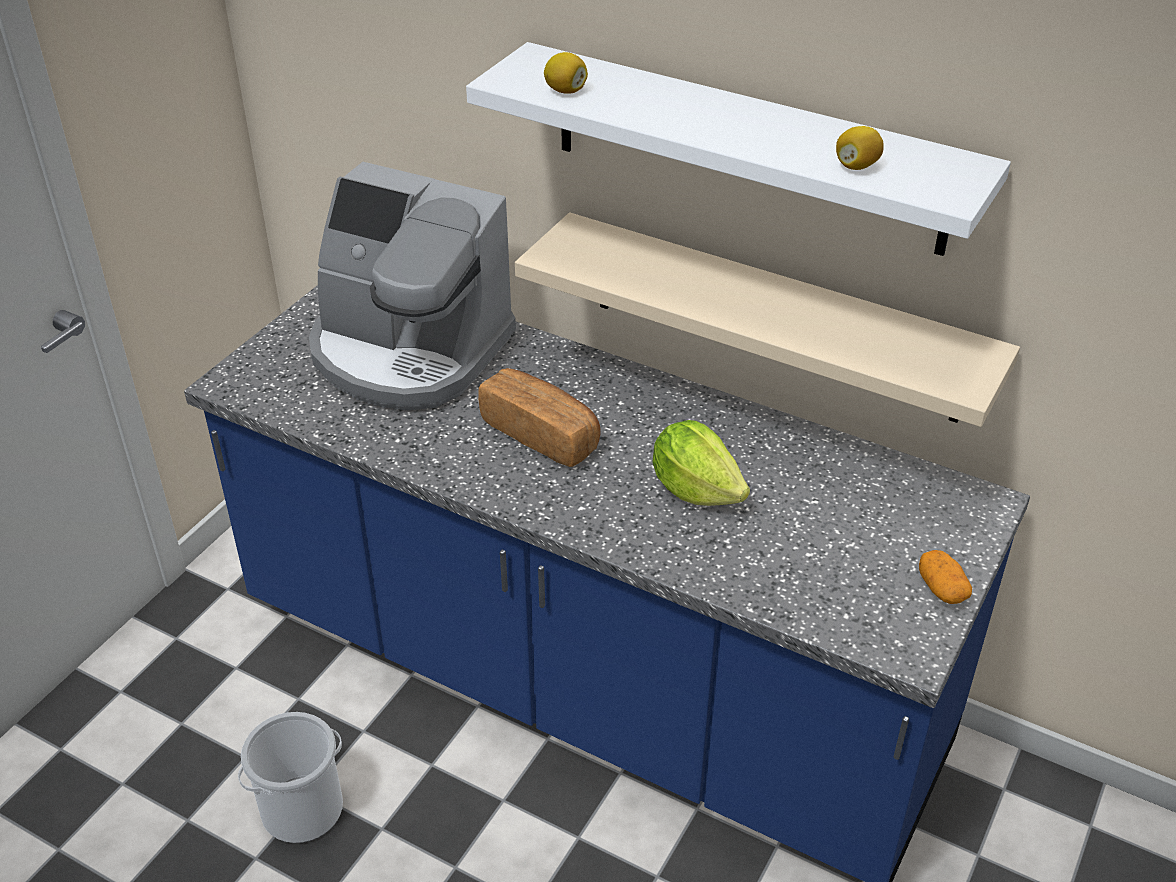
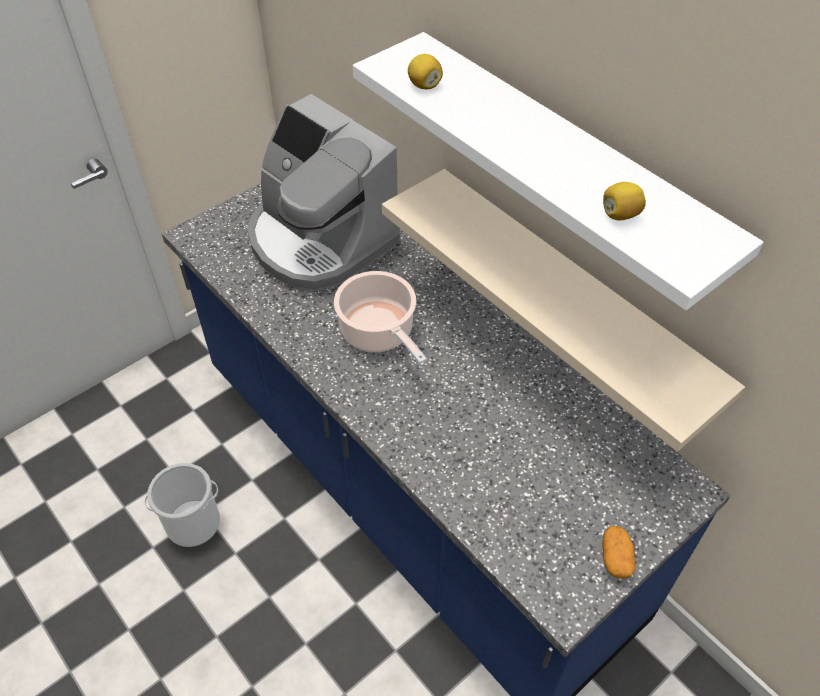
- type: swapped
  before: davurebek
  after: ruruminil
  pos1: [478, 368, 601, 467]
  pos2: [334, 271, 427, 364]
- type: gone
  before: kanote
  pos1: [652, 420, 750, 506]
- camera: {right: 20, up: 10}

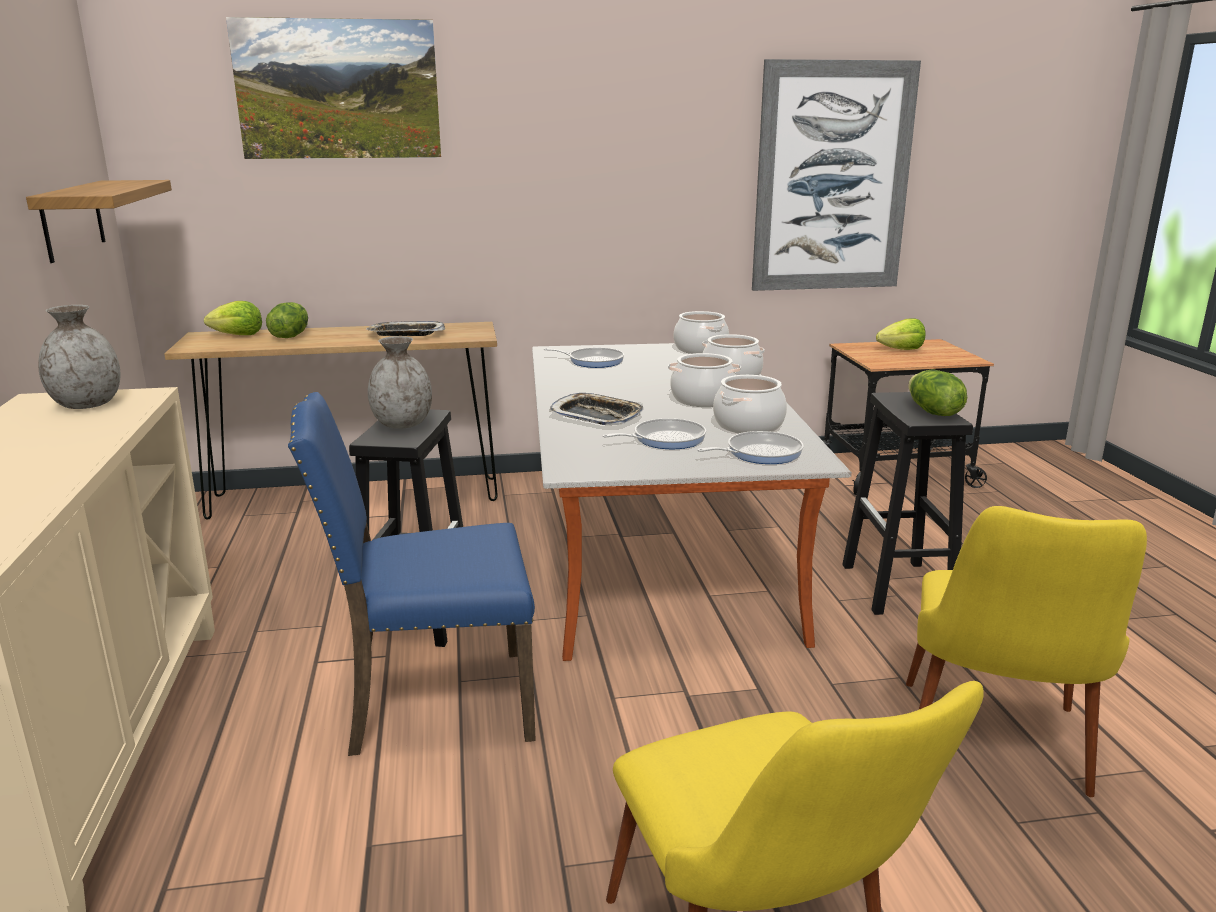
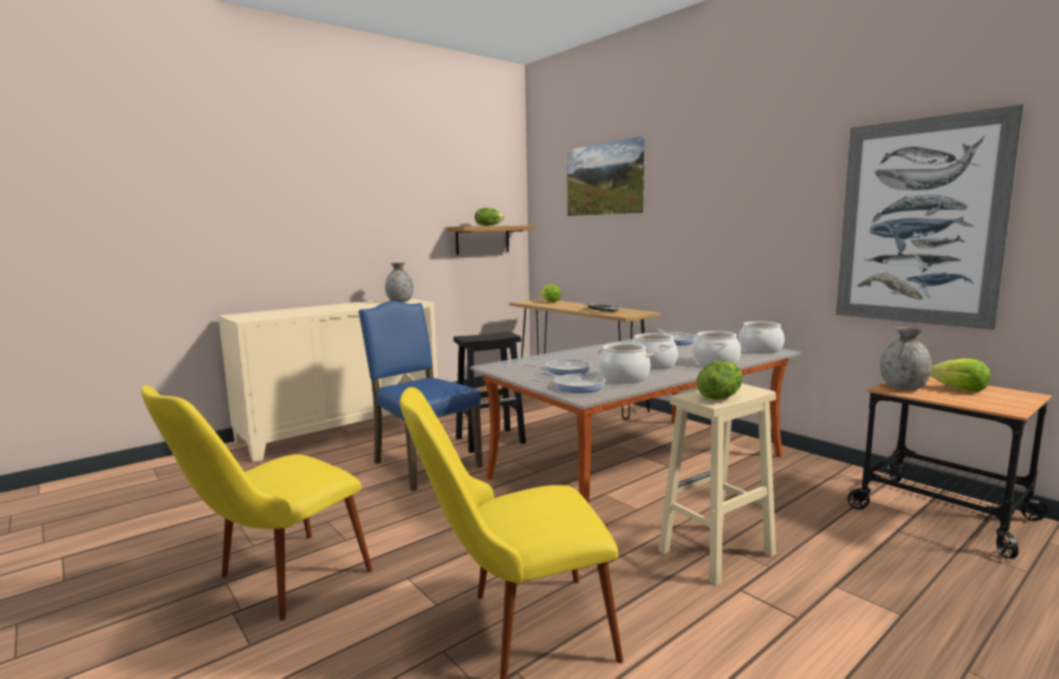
- type: shifted
  before: kanote
  pos1: [266, 302, 308, 338]
  pos2: [475, 208, 504, 226]
- type: shifted
  before: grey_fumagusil
  pos1: [368, 336, 432, 429]
  pos2: [880, 327, 932, 390]
- type: repainted
  before: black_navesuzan
  after: beige_navesuzan
  pos1: [842, 392, 973, 615]
  pos2: [658, 383, 776, 585]
- type: gone
  before: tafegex
  pos1: [549, 393, 643, 426]
- camera: {right: 60, up: -10}

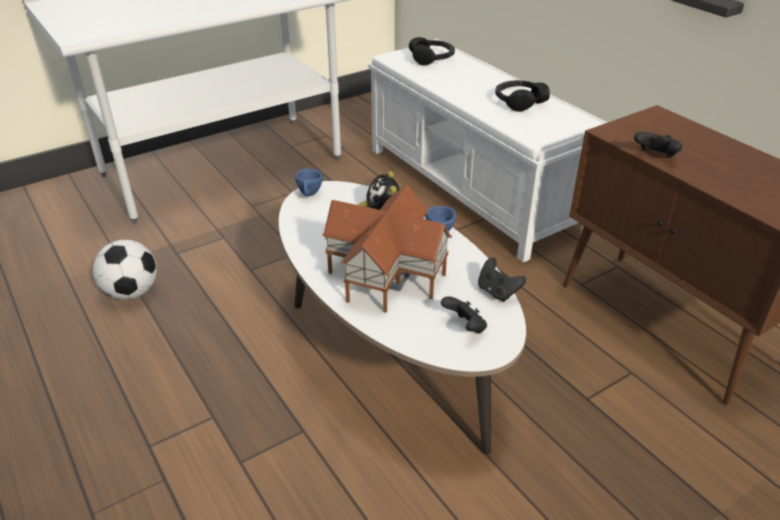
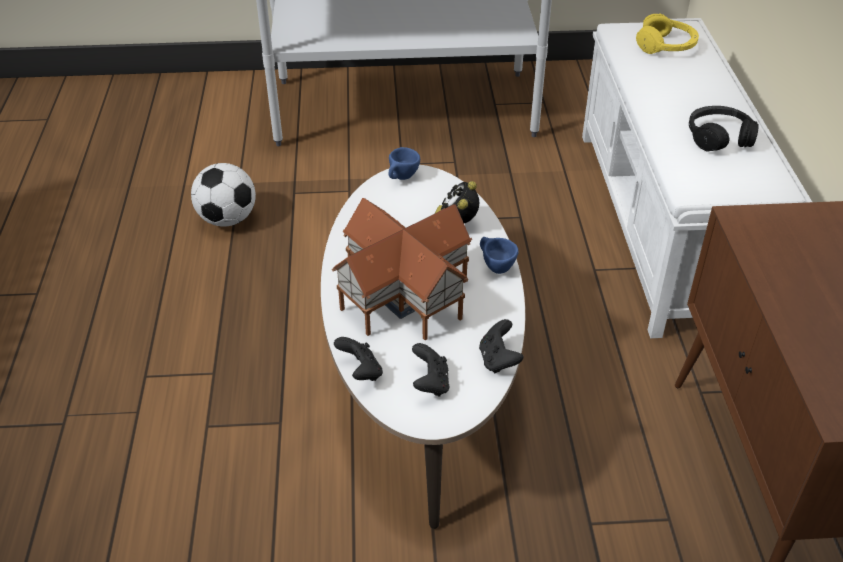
- type: repainted
  before: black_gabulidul
  after: yellow_gabulidul
  pos1: [409, 37, 455, 66]
  pos2: [636, 13, 699, 54]
- type: shifted
  before: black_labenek
  pos1: [634, 132, 682, 158]
  pos2: [334, 337, 383, 381]
- camera: {right: 30, up: 5}

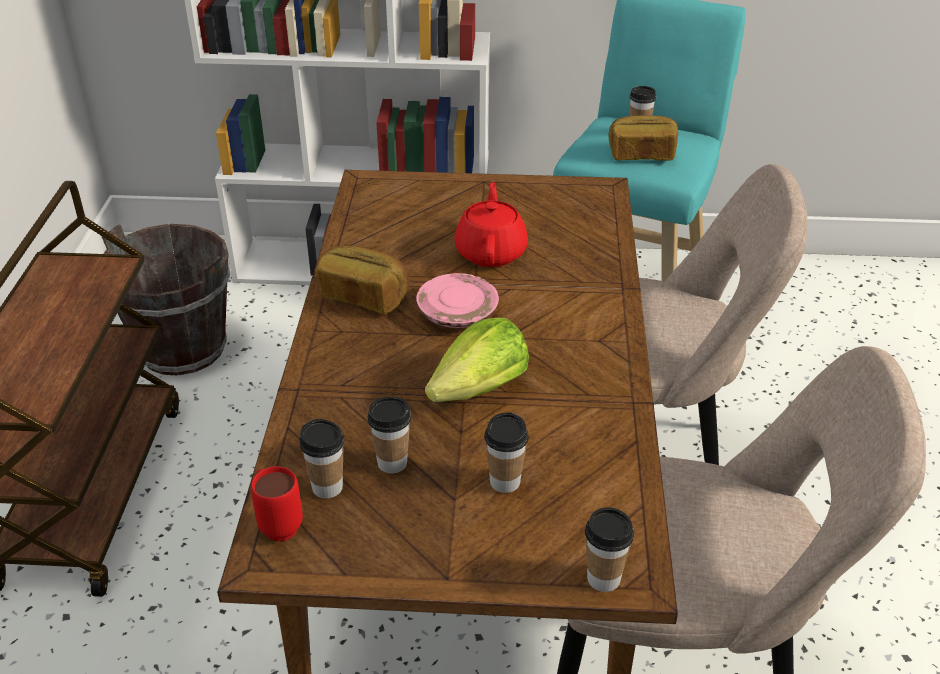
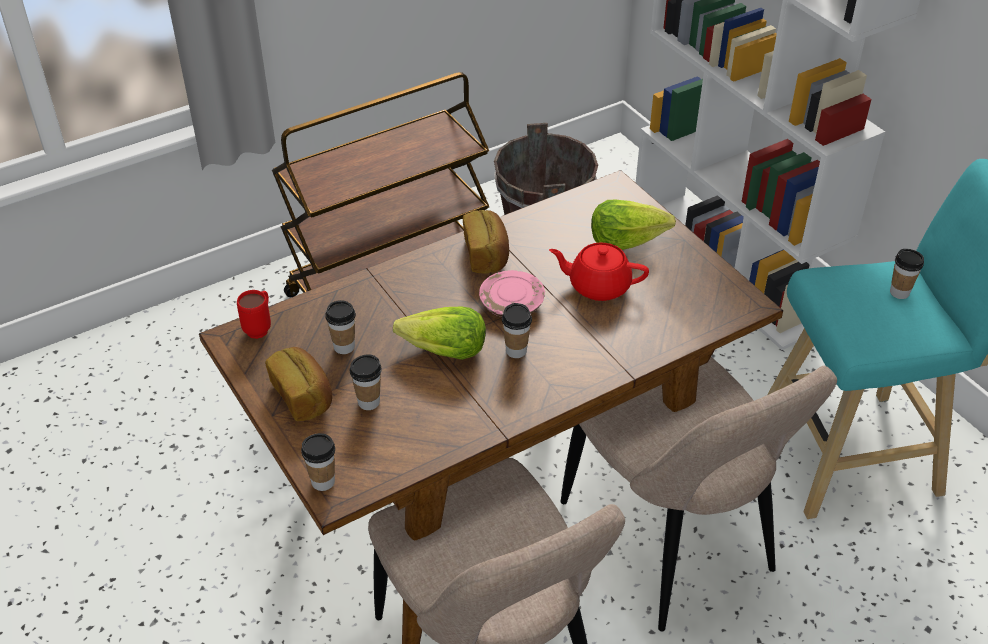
- type: shifted
  before: davurebek
  pos1: [608, 116, 678, 161]
  pos2: [265, 347, 332, 421]
- type: rotated
  before: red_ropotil
  pos1: [454, 182, 528, 267]
  pos2: [549, 242, 649, 301]
  turn: -135
- type: shifted
  before: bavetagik
  pos1: [299, 419, 344, 499]
  pos2: [502, 303, 532, 358]
- type: new
  after: kanote
  pos2: [591, 200, 676, 250]
- camera: {right: 55, up: 5}

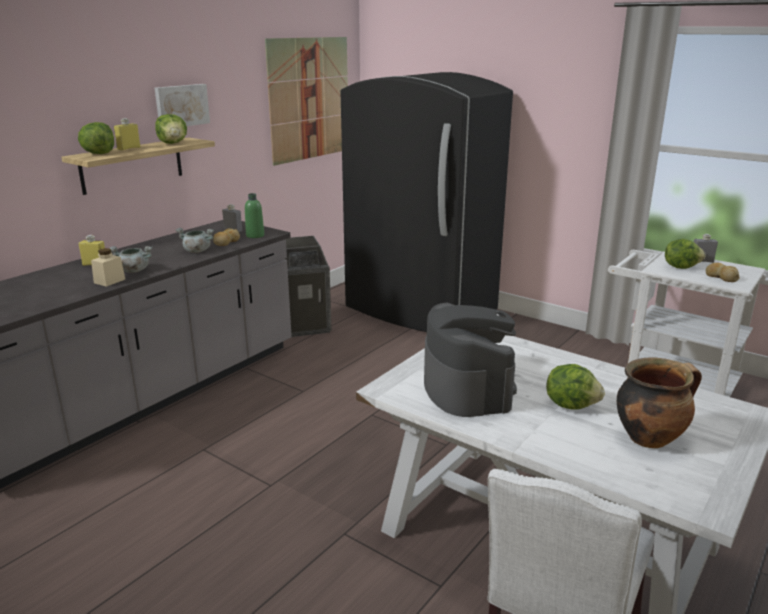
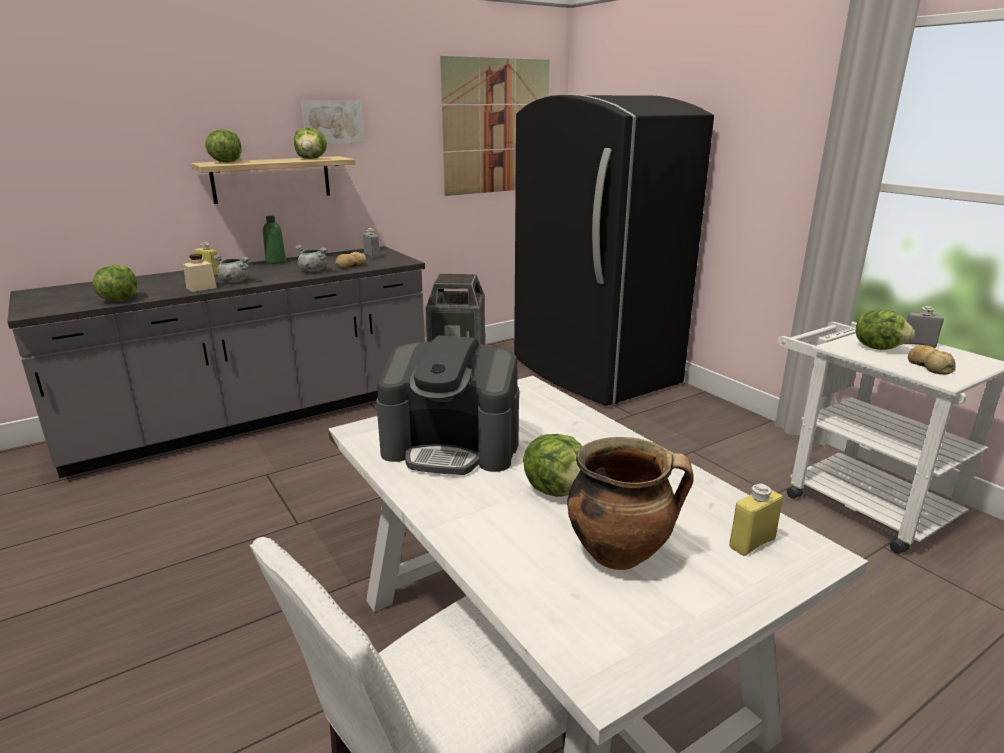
- type: shifted
  before: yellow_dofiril
  pos1: [114, 118, 140, 151]
  pos2: [729, 484, 783, 556]
- type: shifted
  before: green_dofiril
  pos1: [245, 193, 264, 238]
  pos2: [263, 216, 286, 264]
- type: rotated
  before: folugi
  pos1: [424, 303, 517, 417]
  pos2: [376, 335, 519, 475]
  turn: 90
- type: new
  after: kanote
  pos2: [93, 265, 137, 301]
- camera: {right: 20, up: 0}

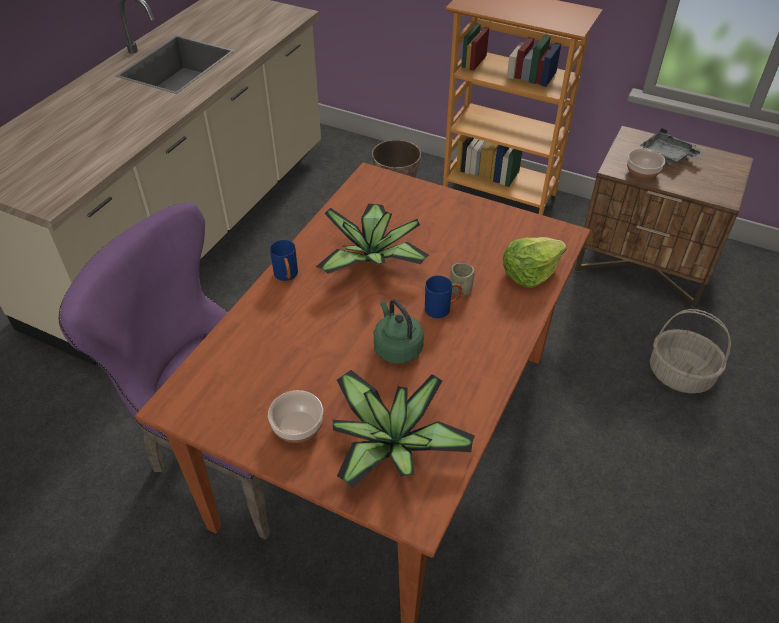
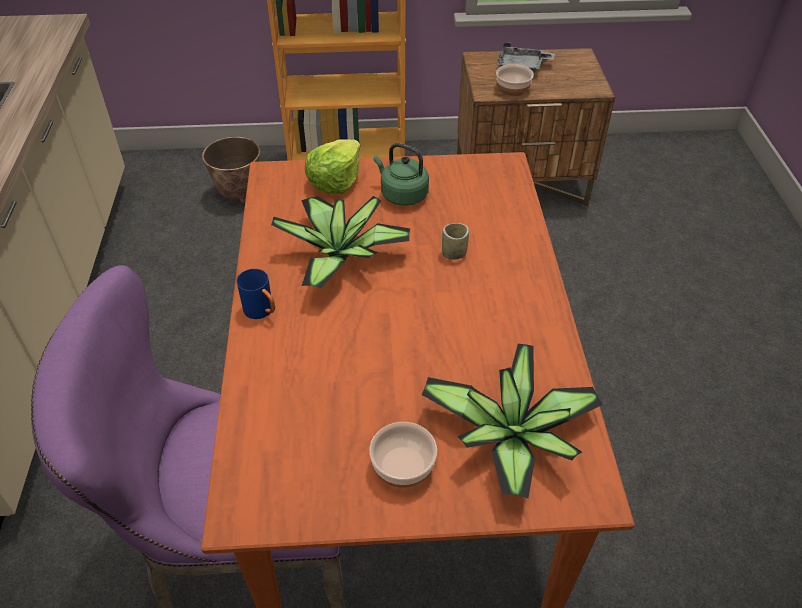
- type: shifted
  before: kanote
  pos1: [503, 237, 567, 288]
  pos2: [305, 139, 361, 194]
- type: gone
  before: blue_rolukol
  pos1: [425, 275, 462, 318]
- type: shifted
  before: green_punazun
  pos1: [374, 299, 424, 364]
  pos2: [374, 143, 429, 206]
- type: gone
  before: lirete
  pos1: [650, 309, 731, 394]
- camera: {right: -30, up: 0}

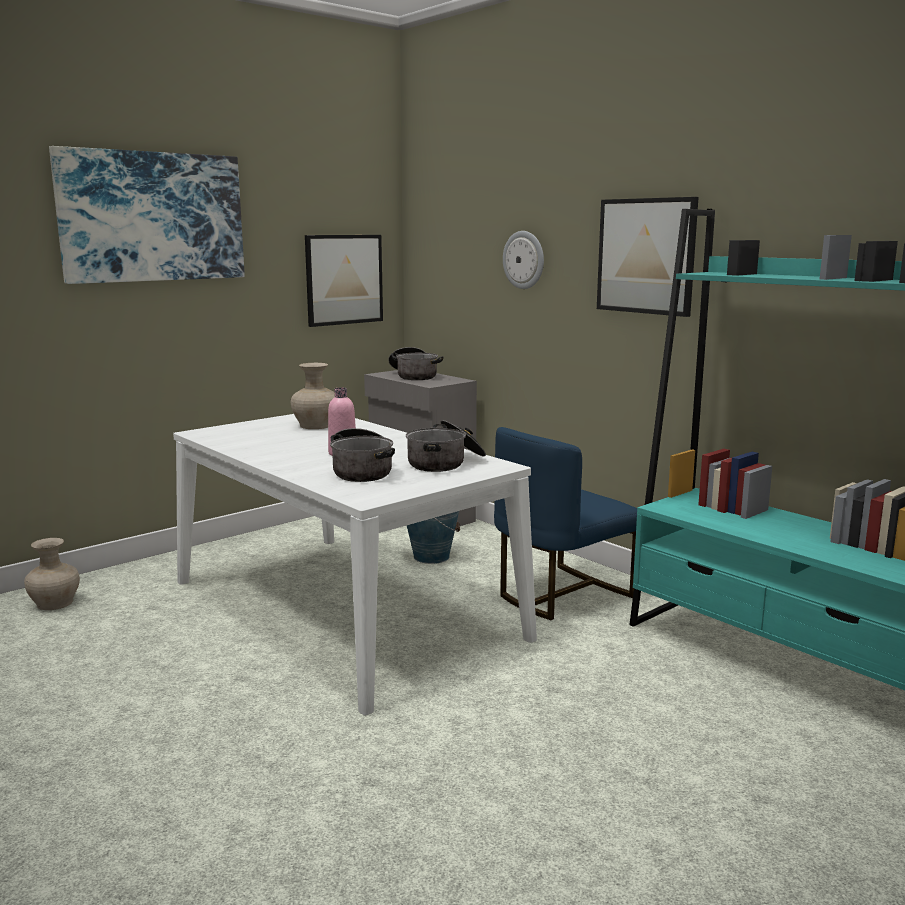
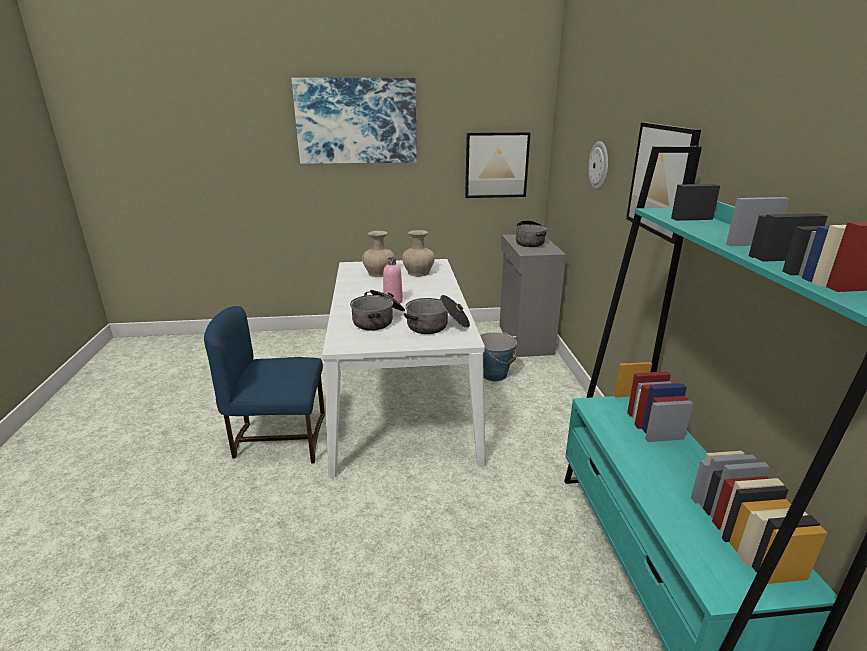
- type: shifted
  before: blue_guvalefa
  pos1: [494, 427, 637, 620]
  pos2: [204, 306, 325, 464]
- type: shifted
  before: beige_fumagusil
  pos1: [24, 538, 80, 610]
  pos2: [362, 231, 395, 277]
- camera: {right: 35, up: 10}

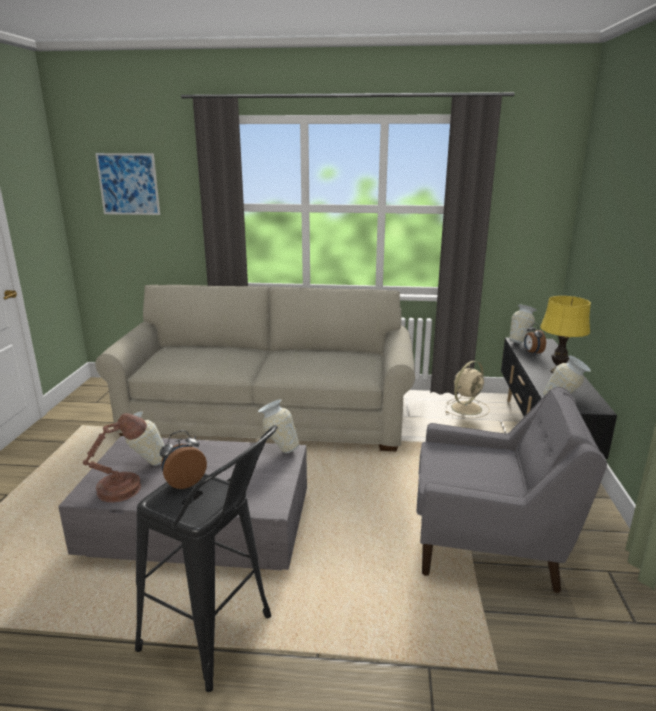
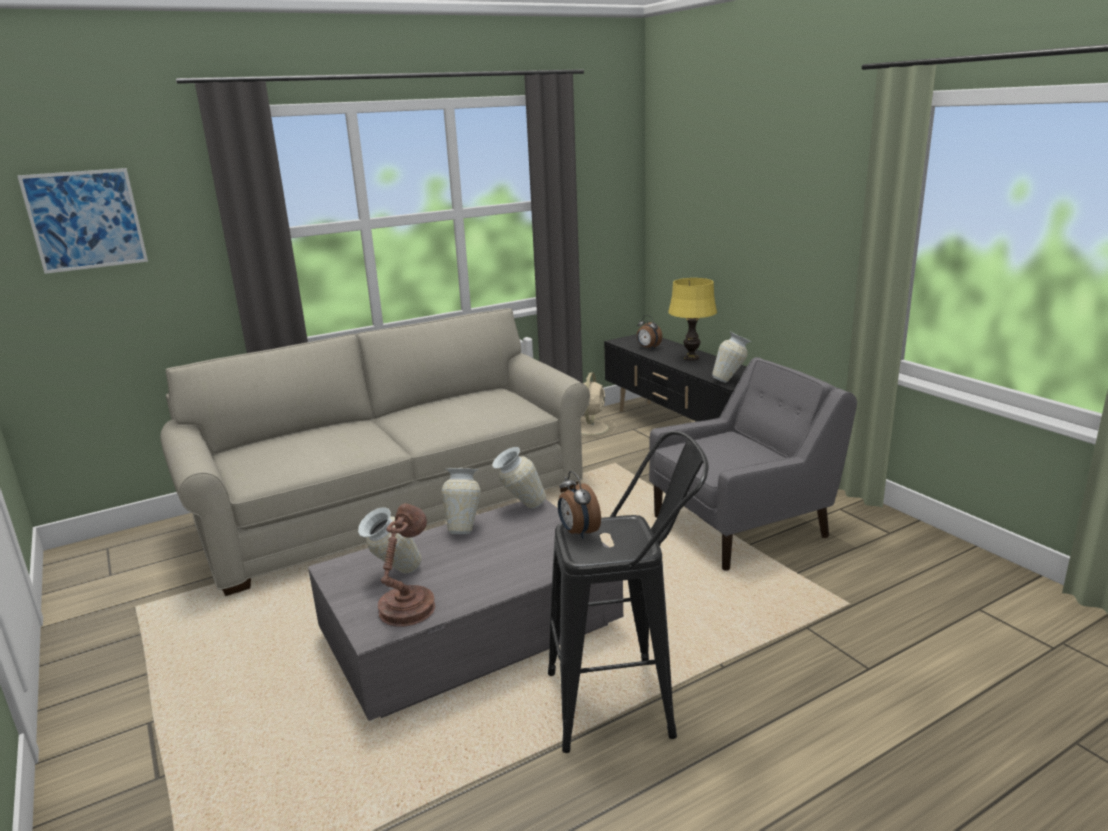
- type: shifted
  before: fumagusil
  pos1: [509, 304, 537, 344]
  pos2: [441, 468, 481, 534]
- type: rotated
  before: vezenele
  pos1: [160, 430, 207, 489]
  pos2: [558, 471, 601, 539]
  turn: -45
- camera: {right: -35, up: 0}

